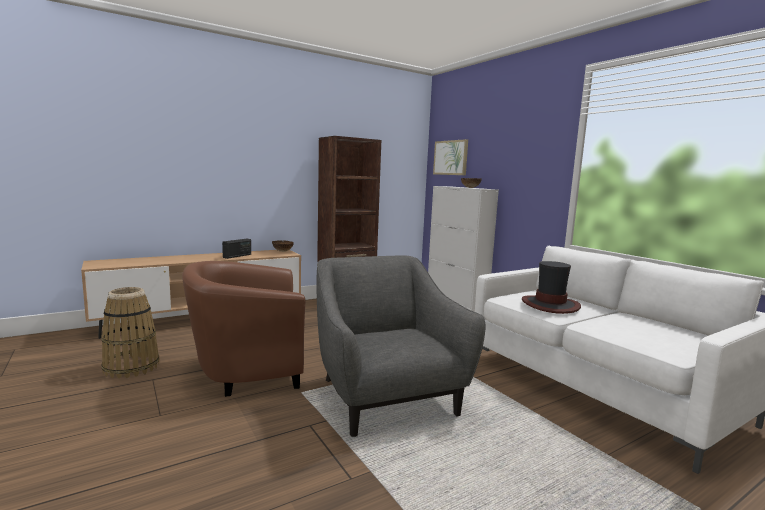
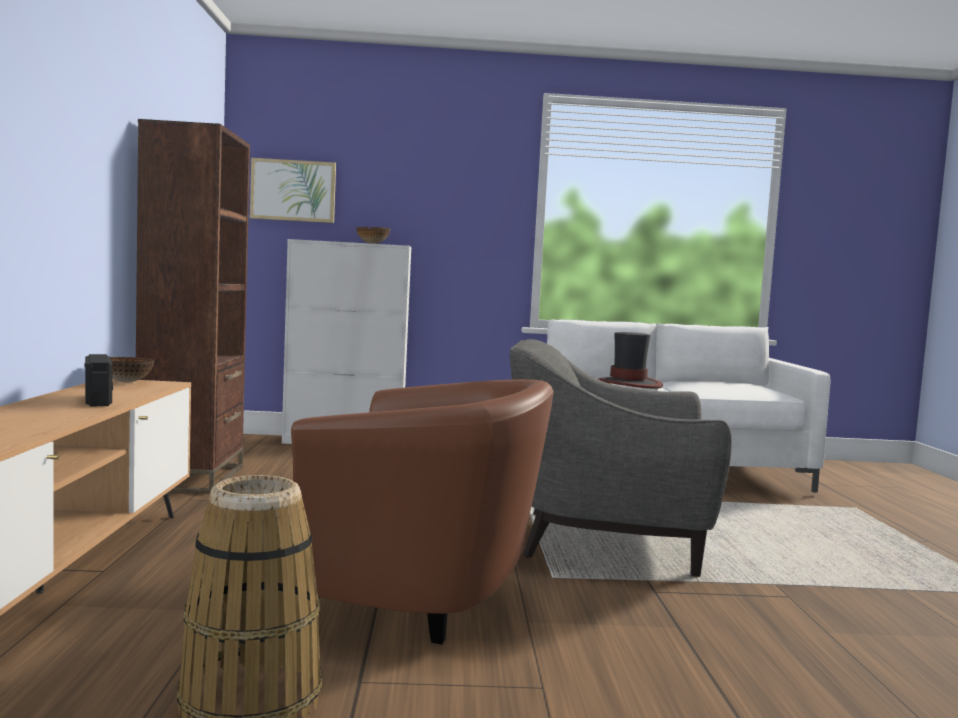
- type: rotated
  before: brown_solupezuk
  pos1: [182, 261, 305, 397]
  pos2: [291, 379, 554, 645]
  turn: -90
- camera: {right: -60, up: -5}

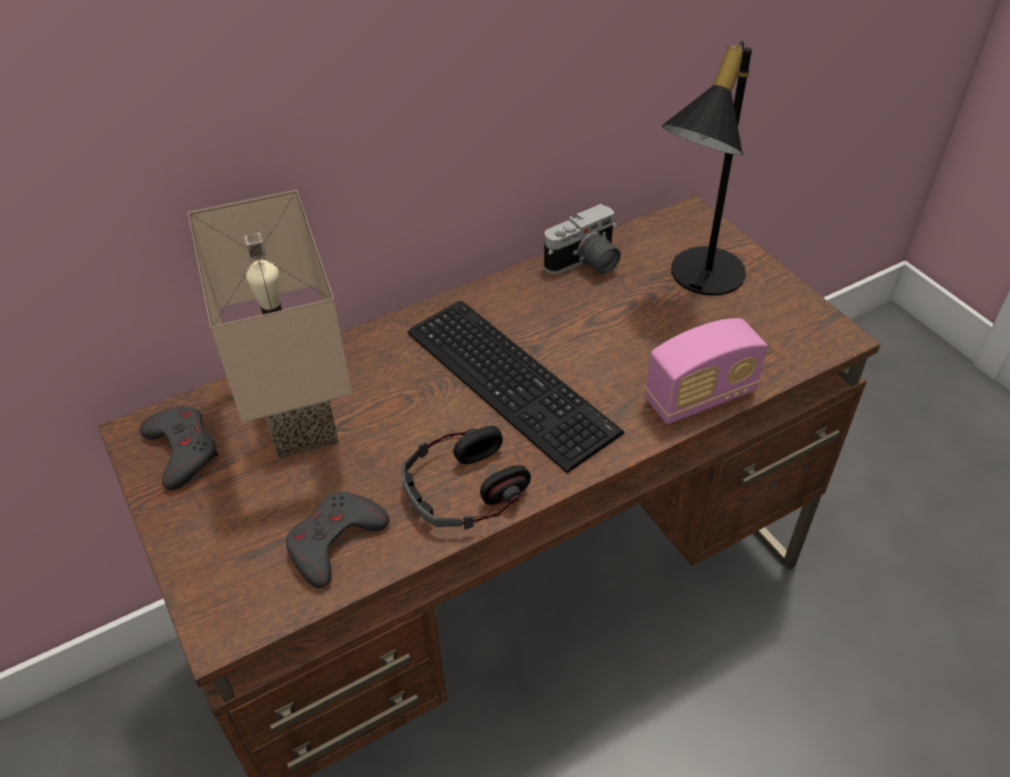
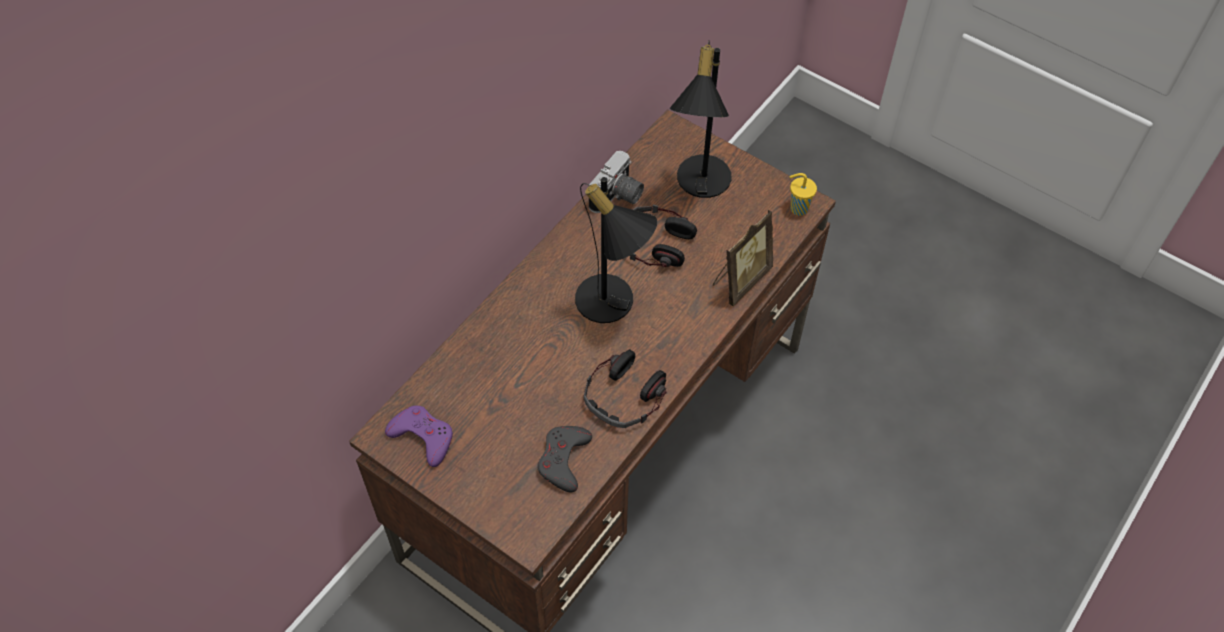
- type: gone
  before: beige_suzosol
  pos1: [188, 190, 352, 459]
- type: swapped
  before: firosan
  after: black_suzosol
  pos1: [408, 301, 624, 473]
  pos2: [575, 177, 657, 323]
- type: swapped
  before: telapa
  after: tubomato
  pos1: [645, 318, 767, 424]
  pos2: [713, 210, 773, 306]
- type: repainted
  before: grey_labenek
  after: purple_labenek
  pos1: [139, 406, 218, 490]
  pos2: [385, 406, 453, 467]
- type: new
  after: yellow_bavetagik
  pos2: [790, 173, 817, 216]
- type: new
  after: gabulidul
  pos2: [630, 205, 697, 268]
- camera: {right: -25, up: 10}

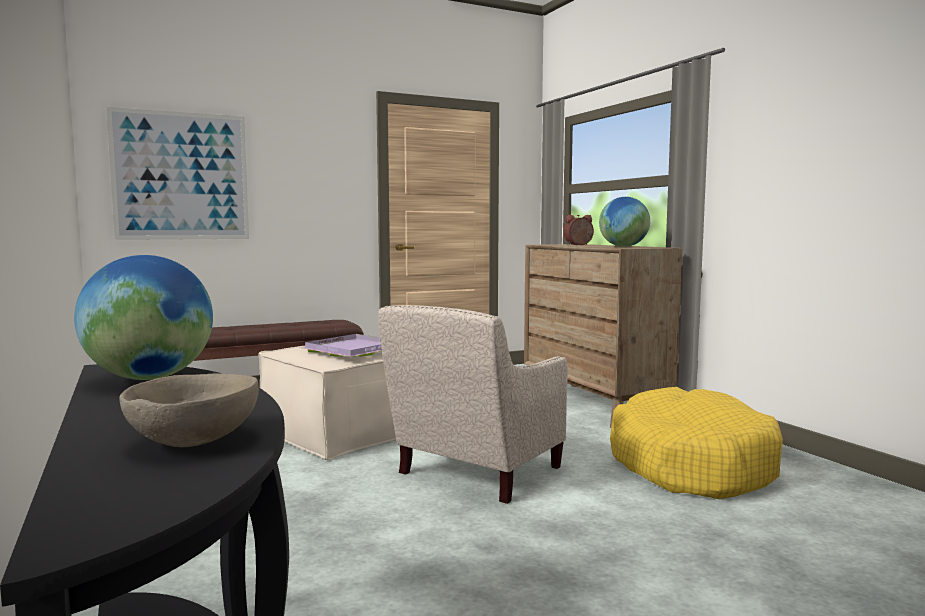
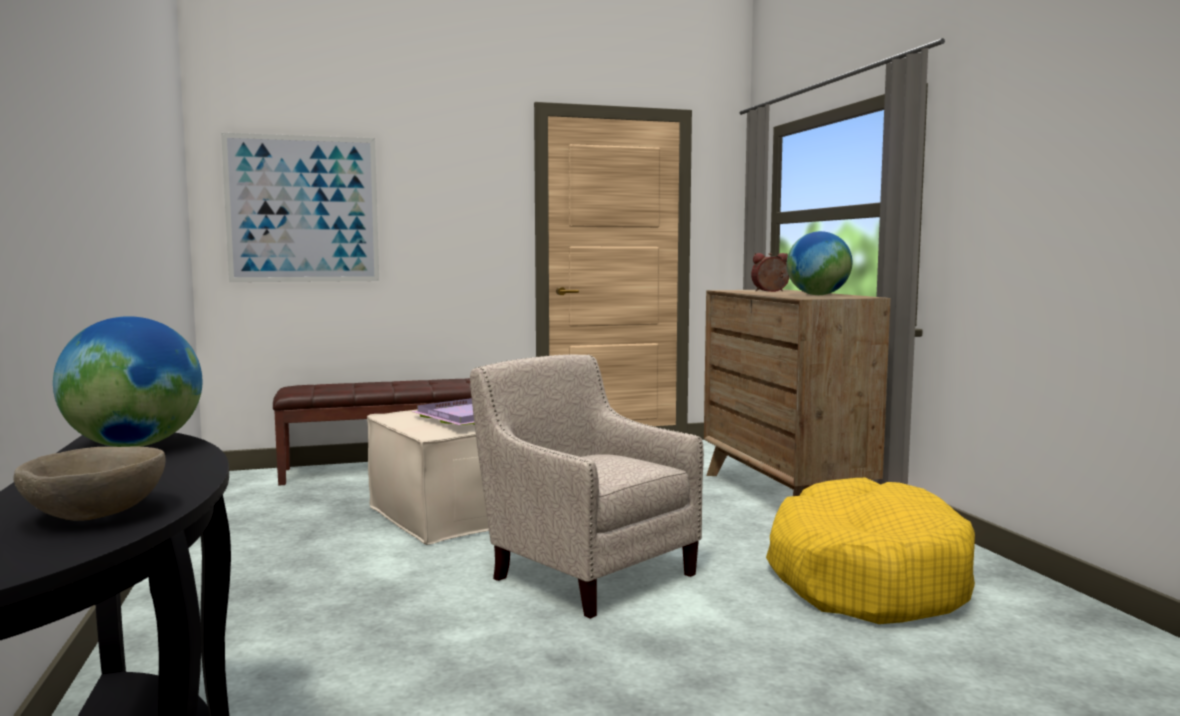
- type: rotated
  before: beige_solupezuk
  pos1: [378, 305, 568, 504]
  pos2: [470, 354, 704, 619]
  turn: 90
- camera: {right: 10, up: 0}

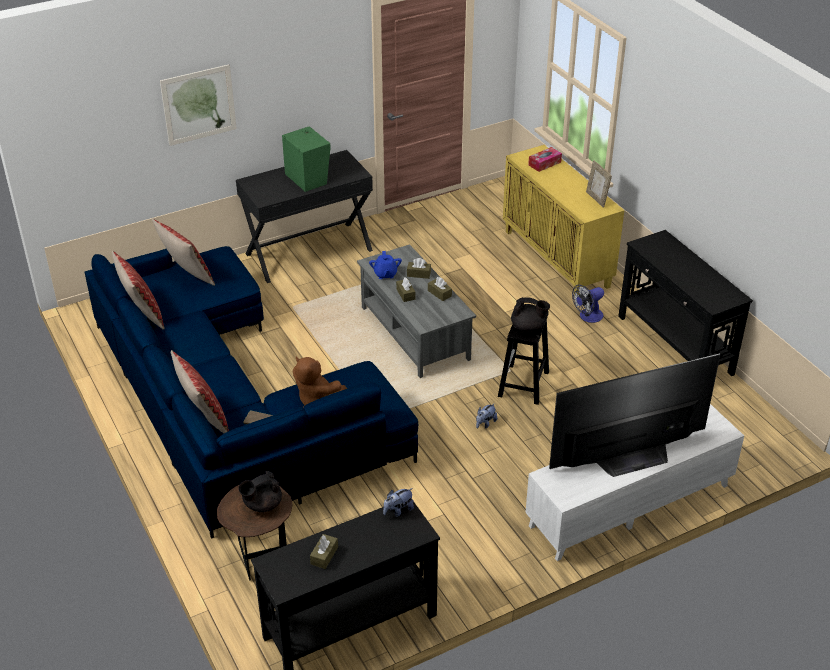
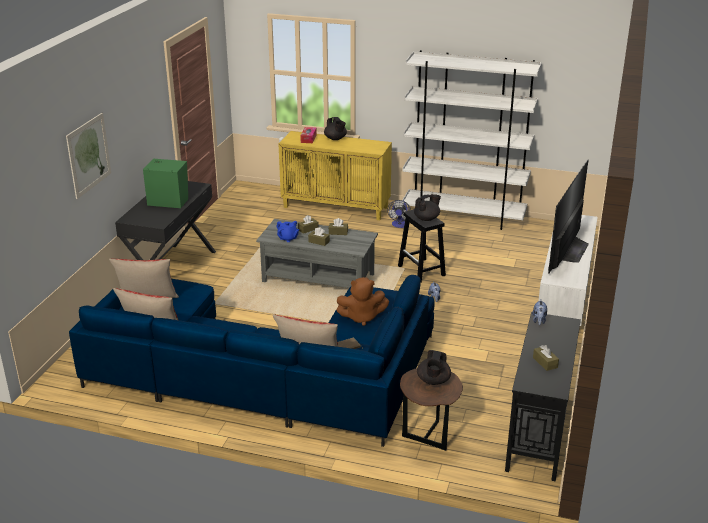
- type: gone
  before: tubomato
  pos1: [586, 160, 612, 208]
- type: swapped
  before: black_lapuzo
  after: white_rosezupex
  pos1: [618, 230, 753, 376]
  pos2: [403, 50, 542, 230]
- type: new
  after: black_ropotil
  pos2: [324, 117, 347, 140]
- camera: {right: -45, up: -10}

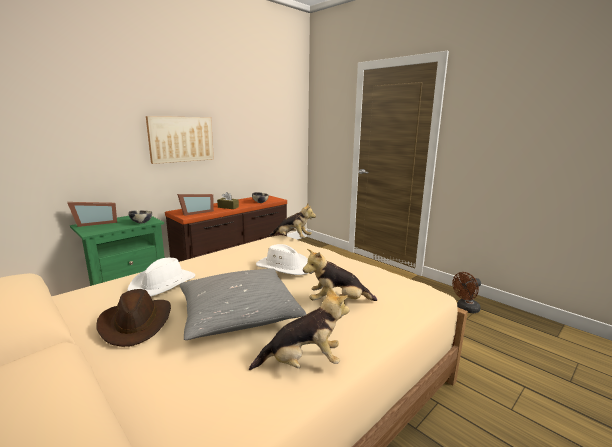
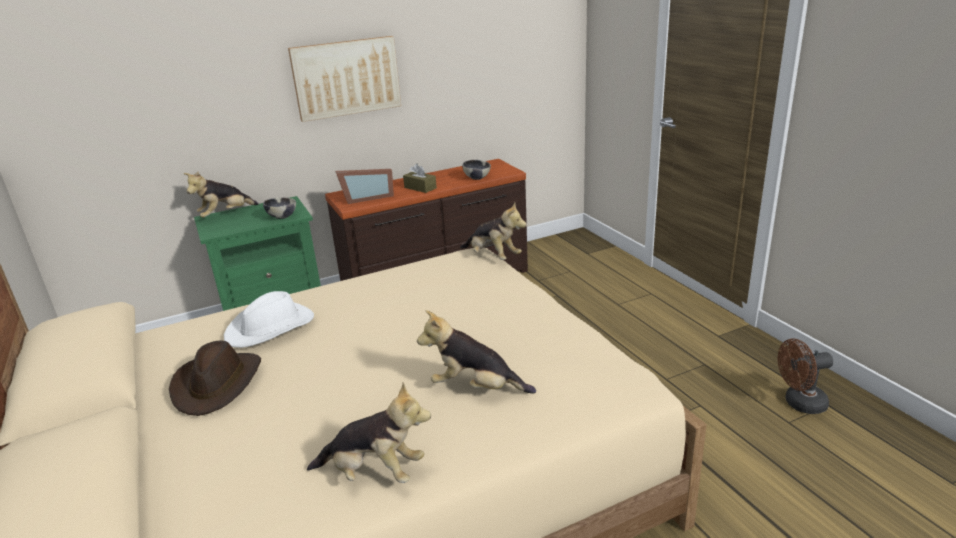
- type: swapped
  before: tubomato
  after: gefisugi
  pos1: [67, 202, 117, 227]
  pos2: [184, 172, 259, 218]
- type: gone
  before: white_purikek
  pos1: [256, 244, 308, 275]
- type: gone
  before: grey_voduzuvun
  pos1: [180, 268, 307, 340]
- camera: {right: 20, up: 10}

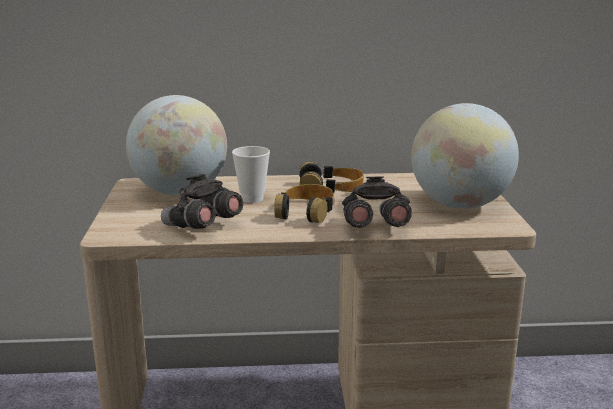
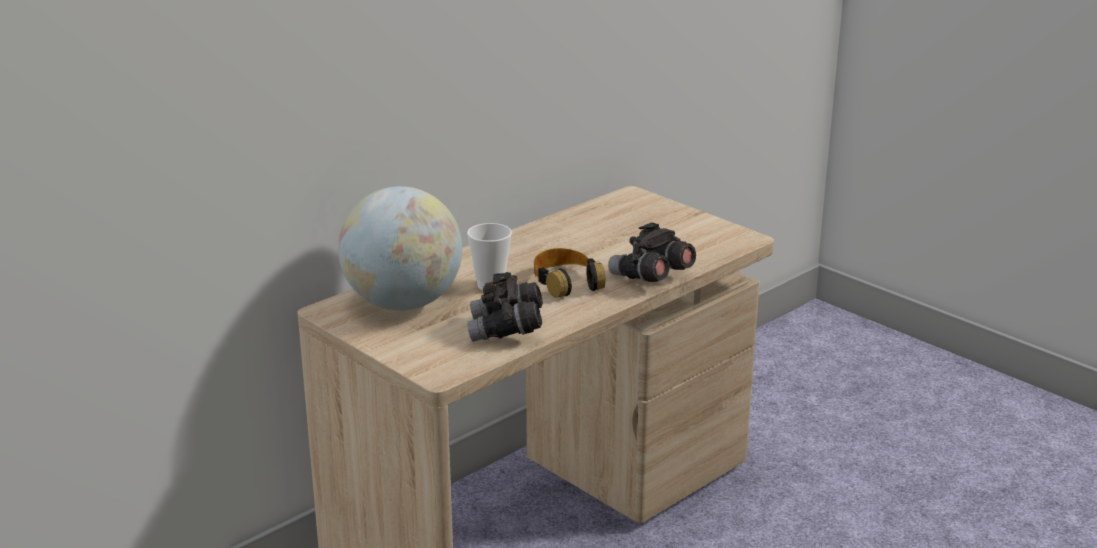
- type: gone
  before: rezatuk
  pos1: [411, 103, 519, 209]
- type: gone
  before: gabulidul
  pos1: [299, 161, 364, 192]
- camera: {right: -40, up: 5}

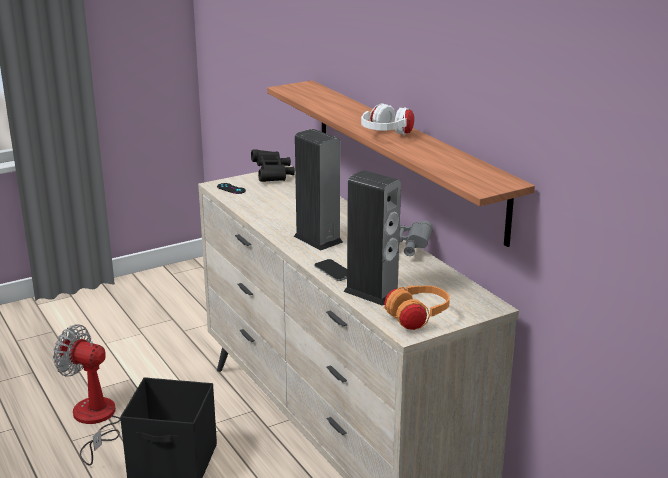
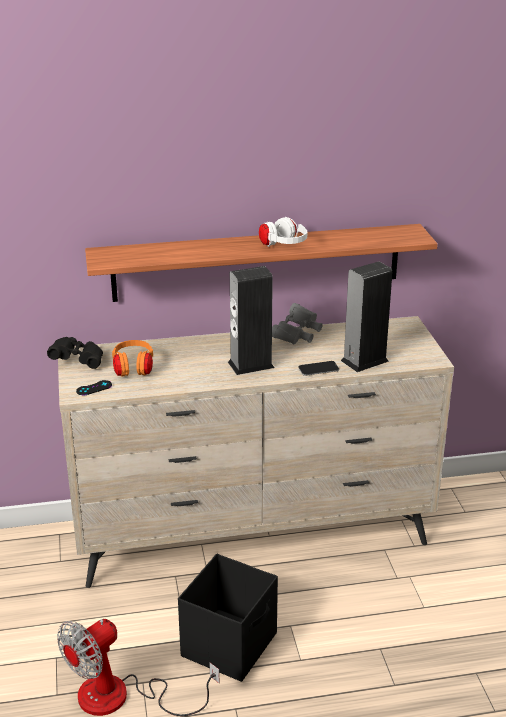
- type: shifted
  before: orange_gabulidul
  pos1: [384, 285, 450, 330]
  pos2: [112, 340, 153, 377]
- camera: {right: -70, up: 5}

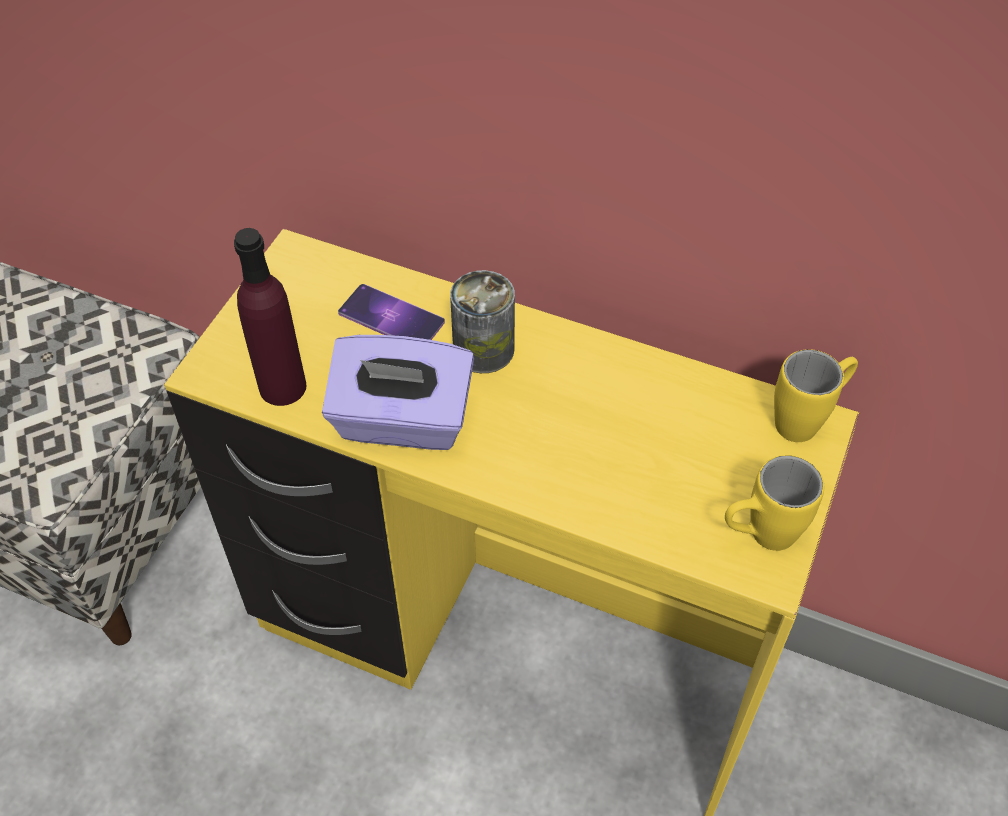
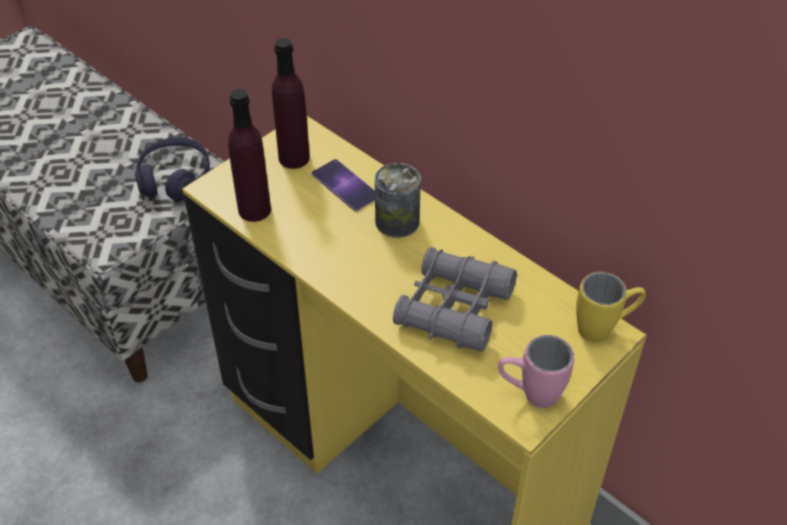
- type: gone
  before: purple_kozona
  pos1: [322, 335, 474, 450]
- type: repainted
  before: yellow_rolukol
  after: pink_rolukol
  pos1: [725, 455, 824, 551]
  pos2: [498, 335, 574, 408]
- type: new
  after: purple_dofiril
  pos2: [272, 38, 310, 169]
- type: new
  after: purple_gabulidul
  pos2: [135, 137, 210, 201]
- type: new
  after: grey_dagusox
  pos2: [393, 247, 517, 351]
- camera: {right: 20, up: -5}

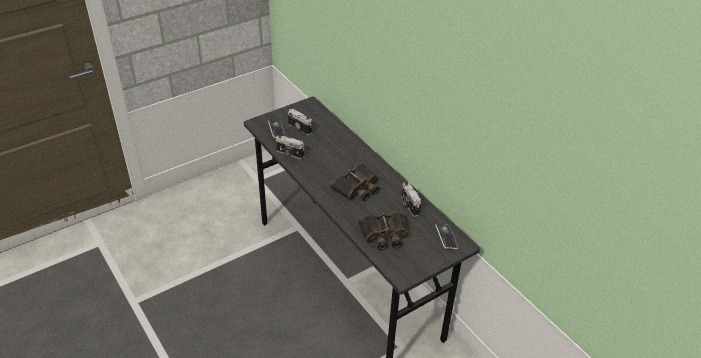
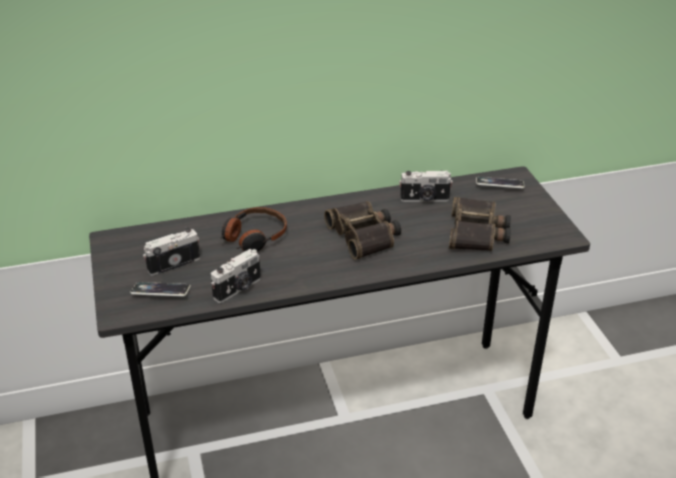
- type: new
  after: gabulidul
  pos2: [220, 207, 287, 252]
- camera: {right: -70, up: -5}

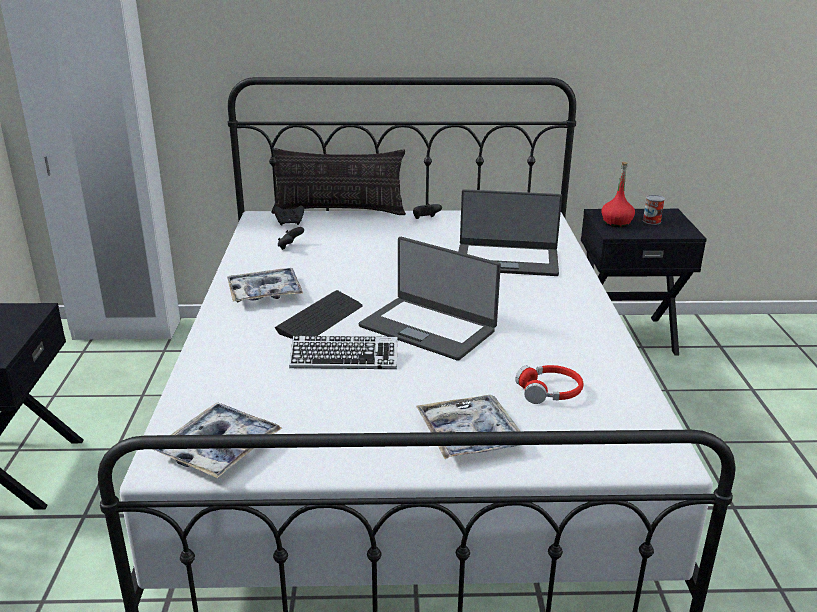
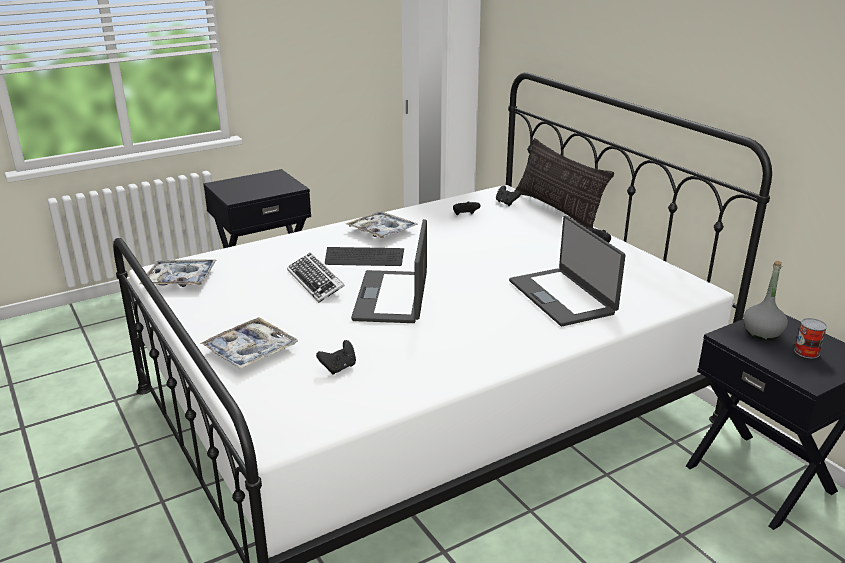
- type: repainted
  before: red_dofiril
  after: grey_dofiril
  pos1: [601, 162, 635, 227]
  pos2: [743, 261, 788, 340]
- type: swapped
  before: red_gabulidul
  after: black_labenek
  pos1: [515, 365, 583, 404]
  pos2: [316, 340, 356, 375]
- camera: {right: 60, up: 0}

